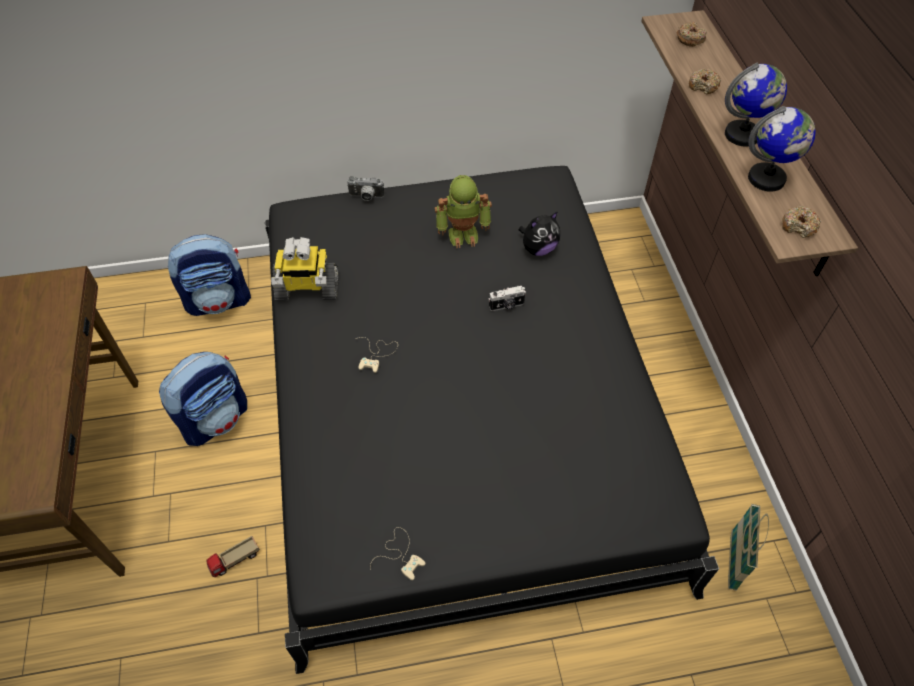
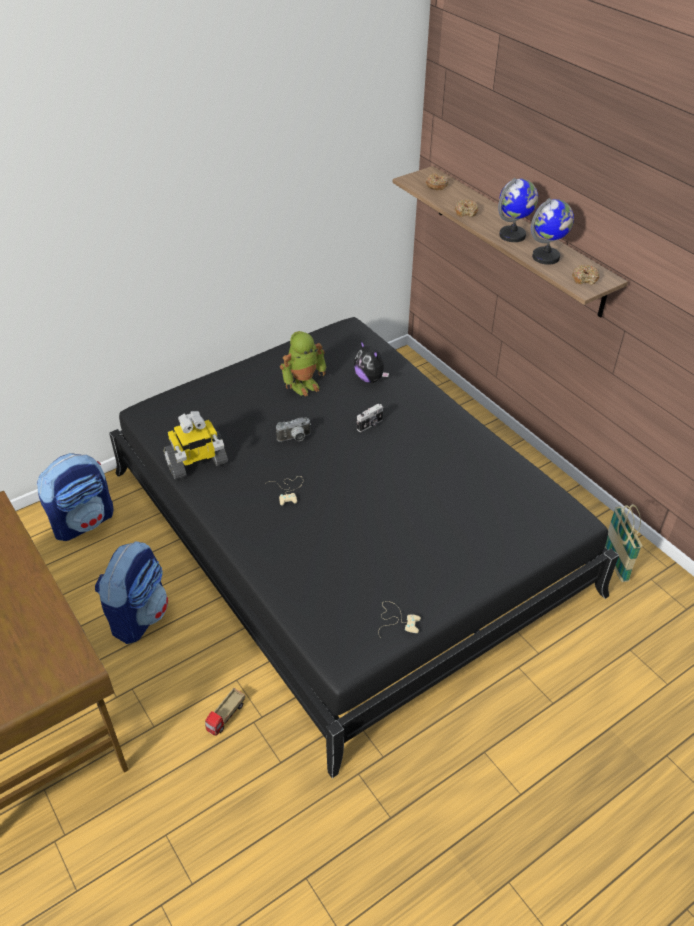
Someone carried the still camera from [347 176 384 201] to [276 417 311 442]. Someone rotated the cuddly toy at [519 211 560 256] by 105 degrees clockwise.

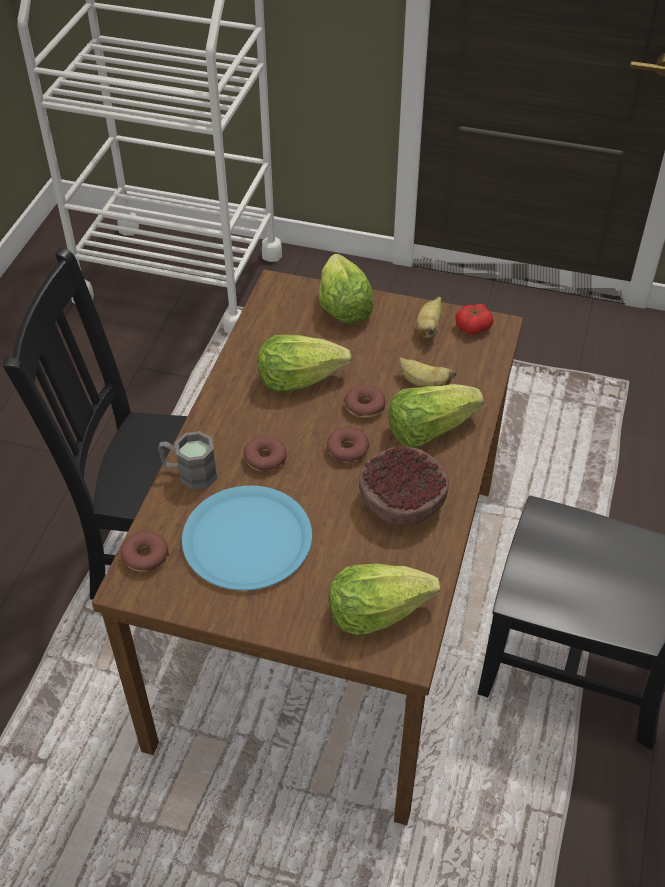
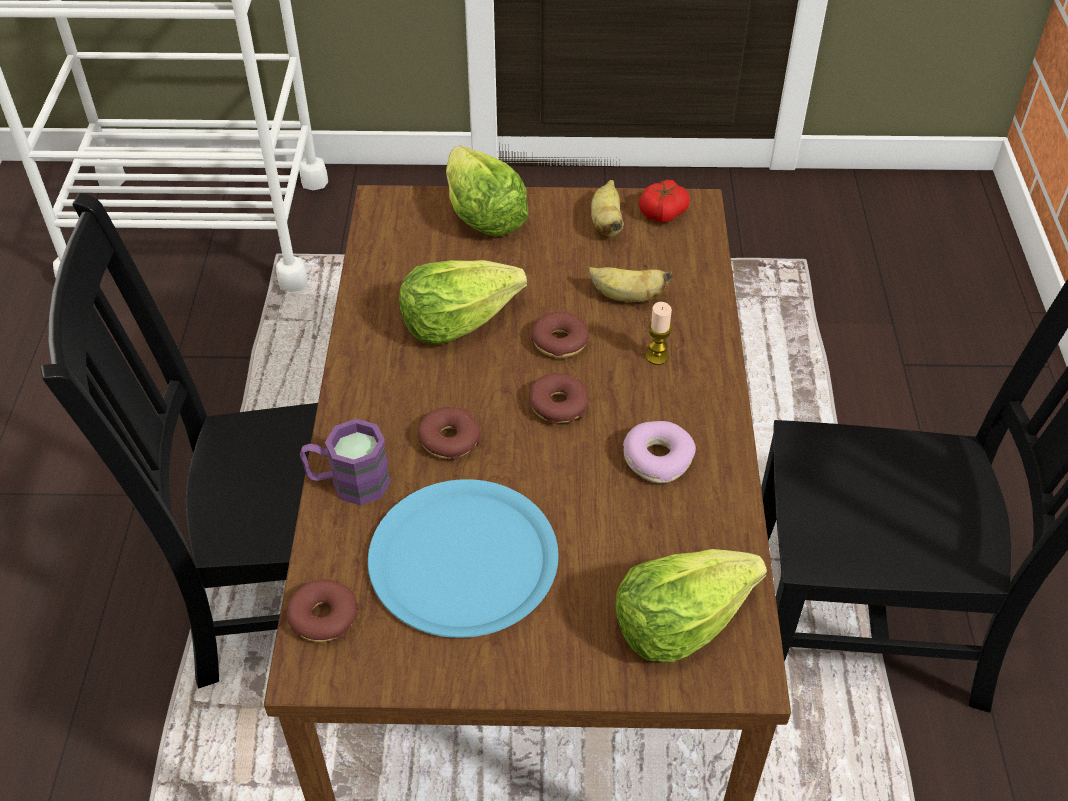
Someone repainted the gray mug at [158 431 217 490], which became the purple mug at [300 419 391 505]. Someone swapped the bowl at [359 446 449 526] for the ring doughnut at [623 421 696 484]. Someone swapped the lettuce head at [388 384 484 448] for the wax candle at [646 302 672 365].

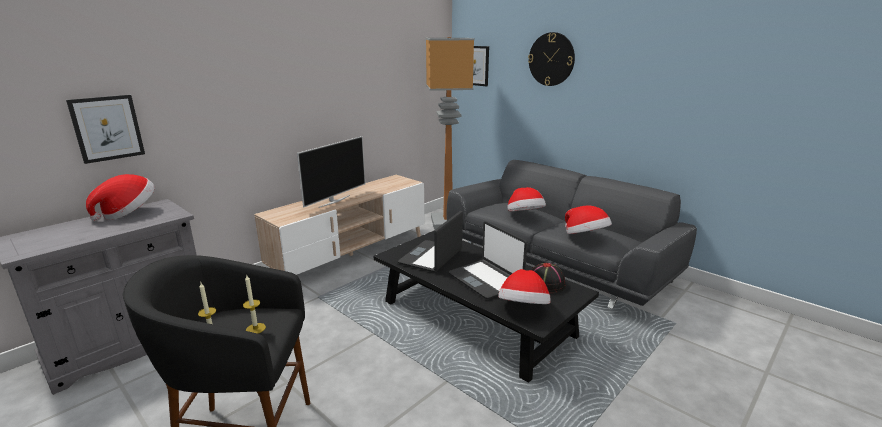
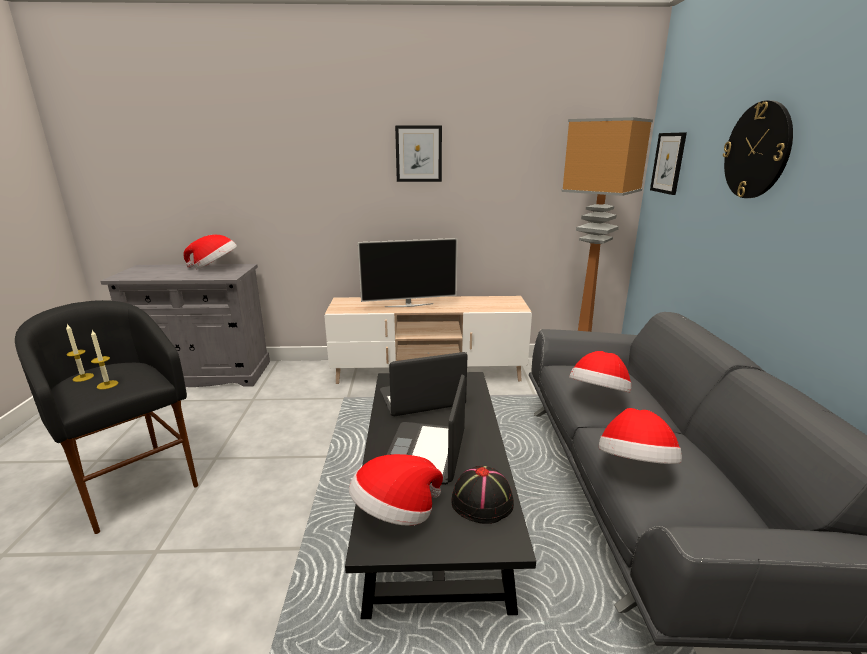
Someone carried the picture from [66 95 145 164] to [395 126 442 182].

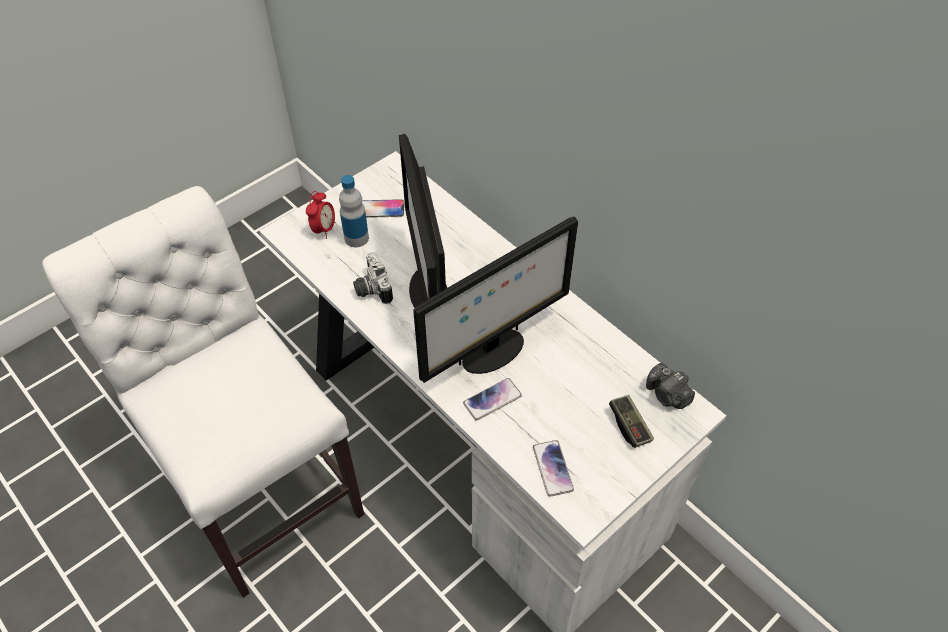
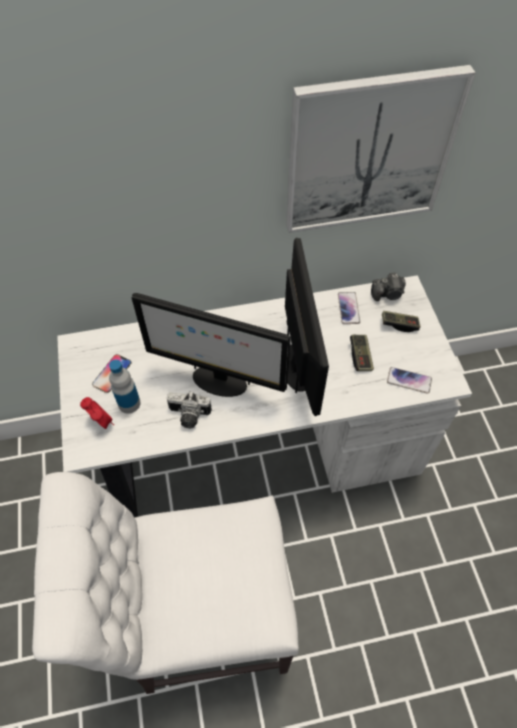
Someone put up the picture at [286 65 476 233]. Someone carried the handset from [463 378 522 420] to [338 292 360 324]. Someone put down the joypad at [350 335 374 371].

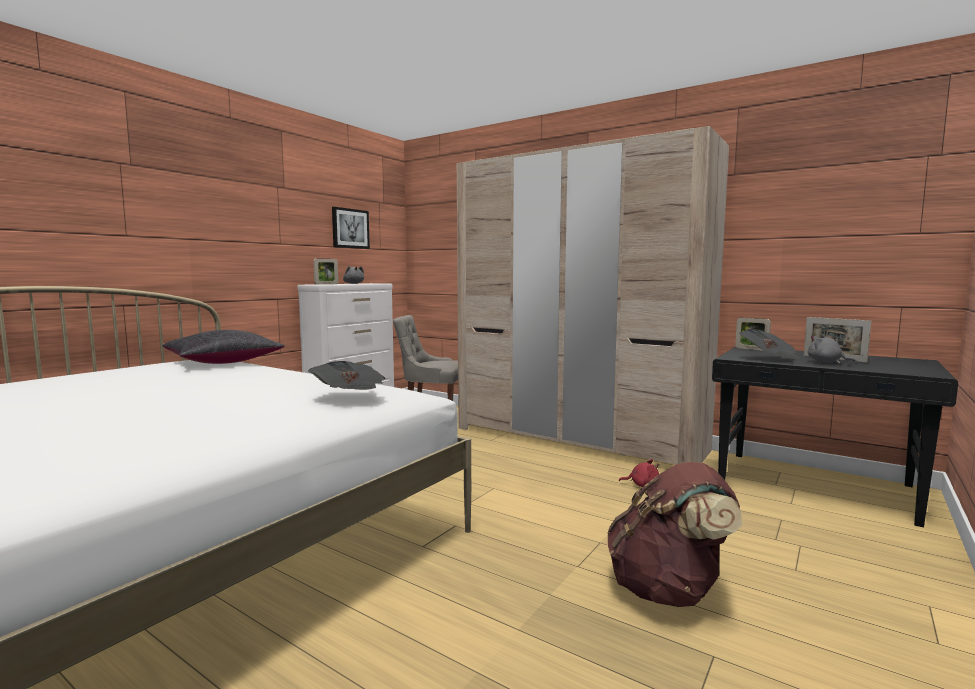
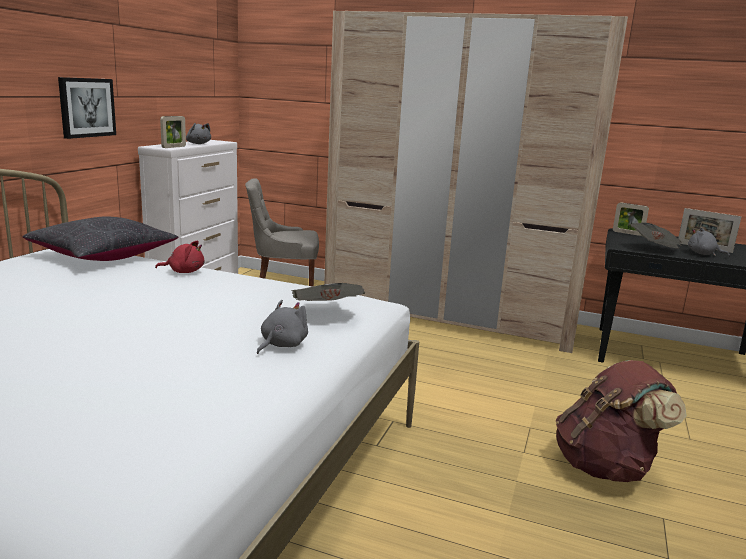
Someone carried the picture from [332 207 370 249] to [58 77 116 139]. Someone carried the reddish cuddly toy from [619 459 659 487] to [155 240 205 273]. Someone put down the gray cuddly toy at [257 300 308 354].

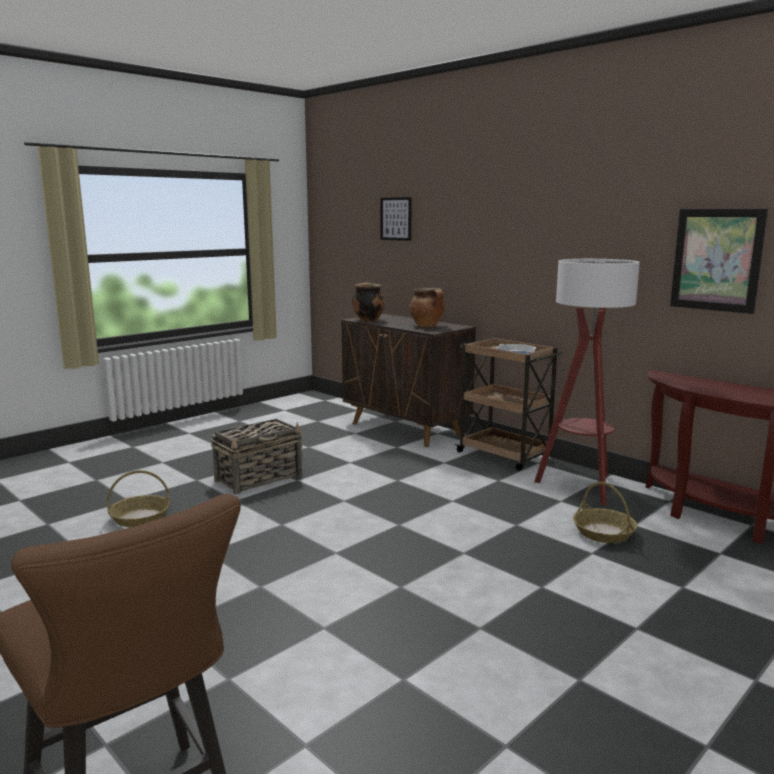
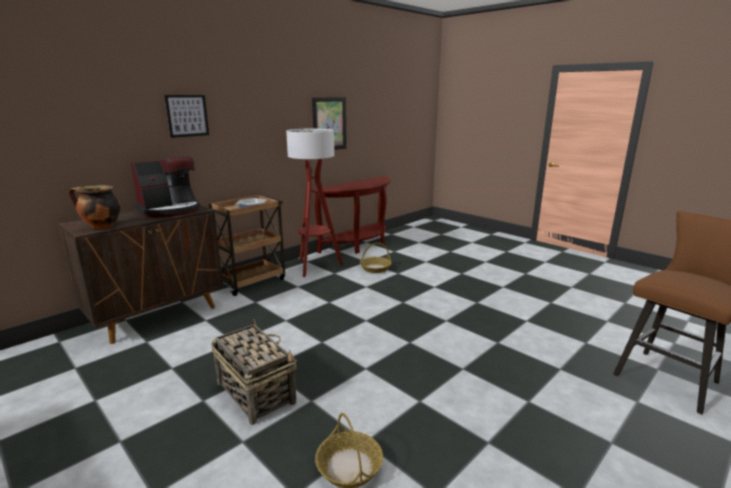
Someone swapped the cooking pot at [410 288 445 327] for the coffee brewer at [130 156 200 217]. Someone carried the picture from [381 197 412 241] to [164 95 209 138].

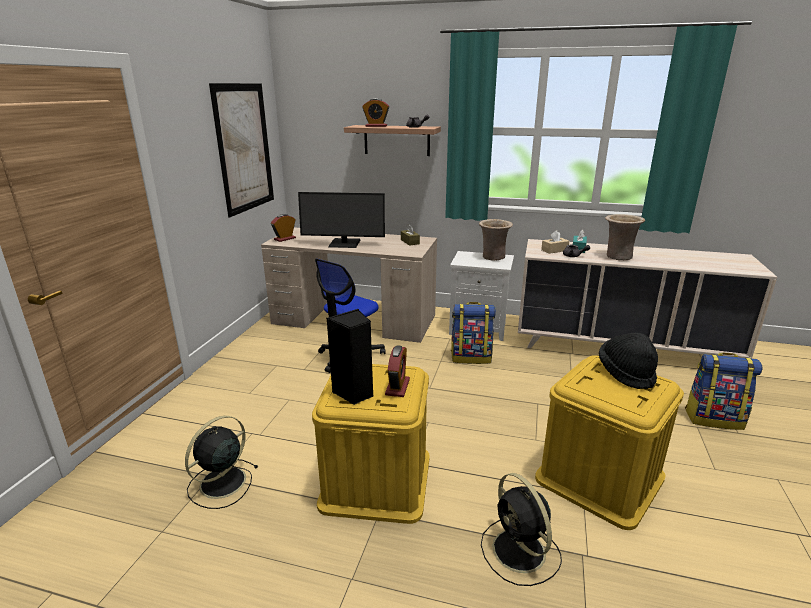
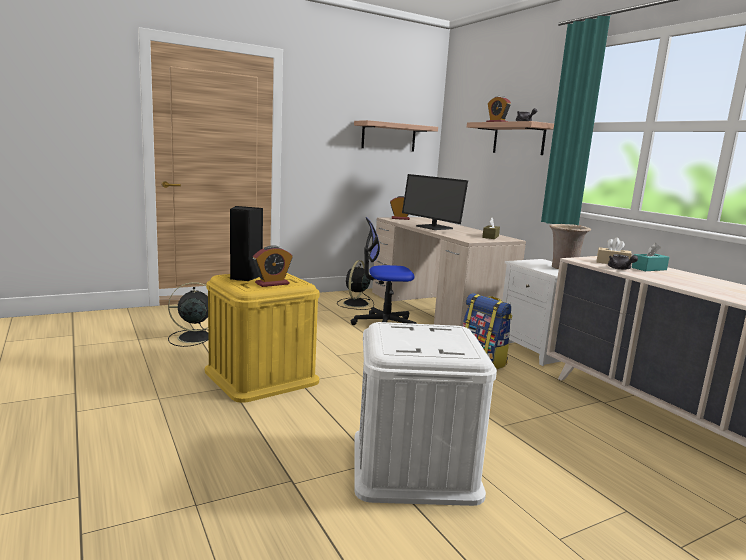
Someone carried the blackish electric fan from [481 473 562 586] to [337 260 374 310]. Someone swapped the picture at [209 83 274 218] for the shelf at [354 120 438 152]. Someone repainted the yellow storage container at [535 355 684 530], which became the white storage container at [354 322 497 506]. Someone took away the blackish hat at [599 333 658 389]. Someone took away the beige vase at [605 214 645 260]. Someone took away the backpack at [685 352 762 430].

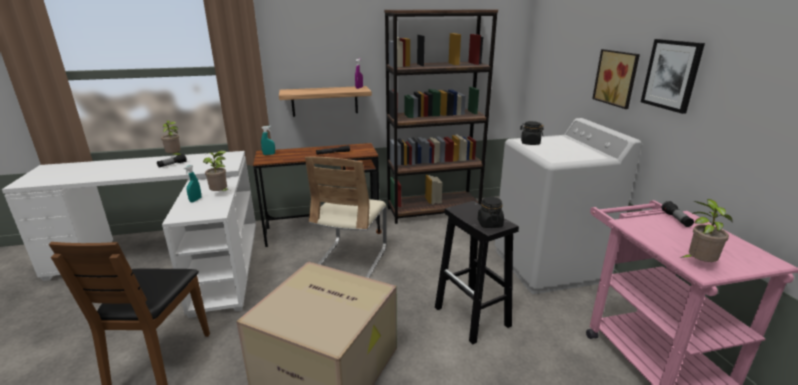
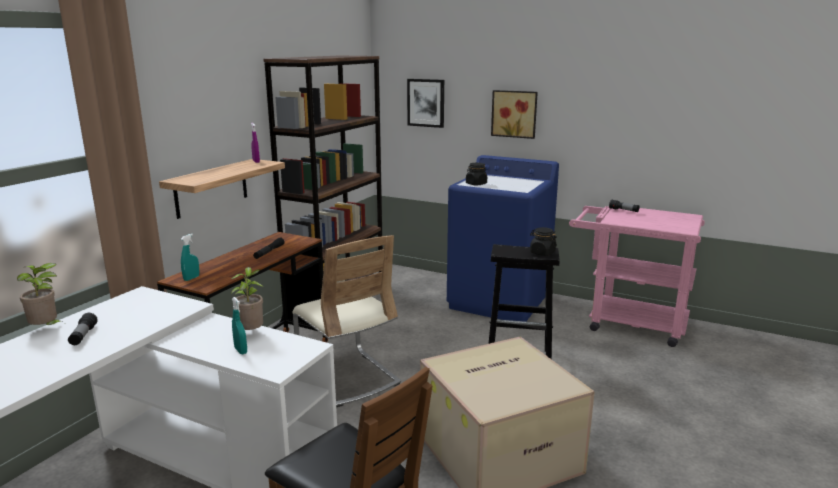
Someone carried the picture from [641 39 705 114] to [407 79 444 128]. Someone repainted the white washing machine at [495 118 642 294], which became the blue-coloured washing machine at [447 155 559 322]. Someone took away the potted plant at [680 199 732 262].

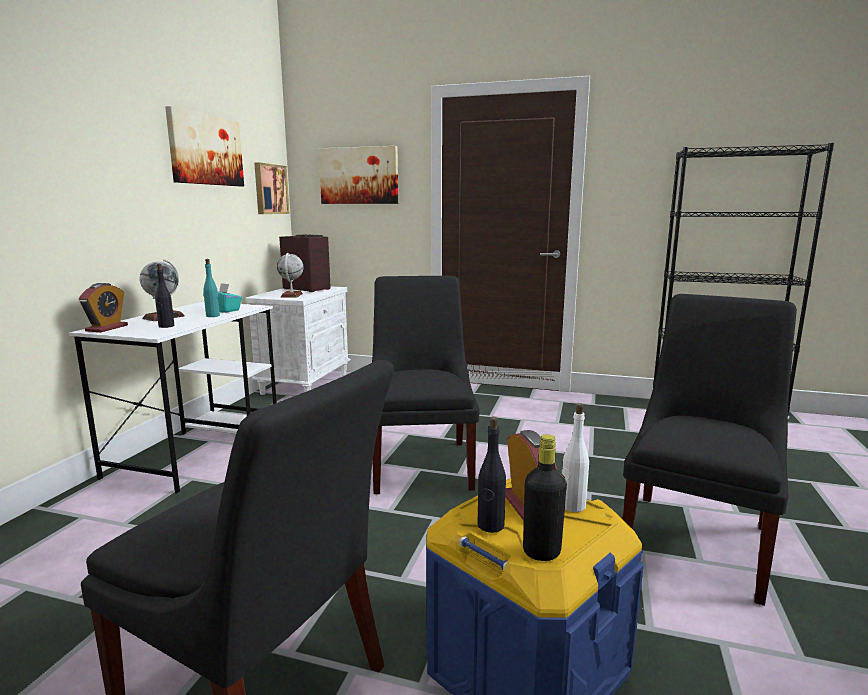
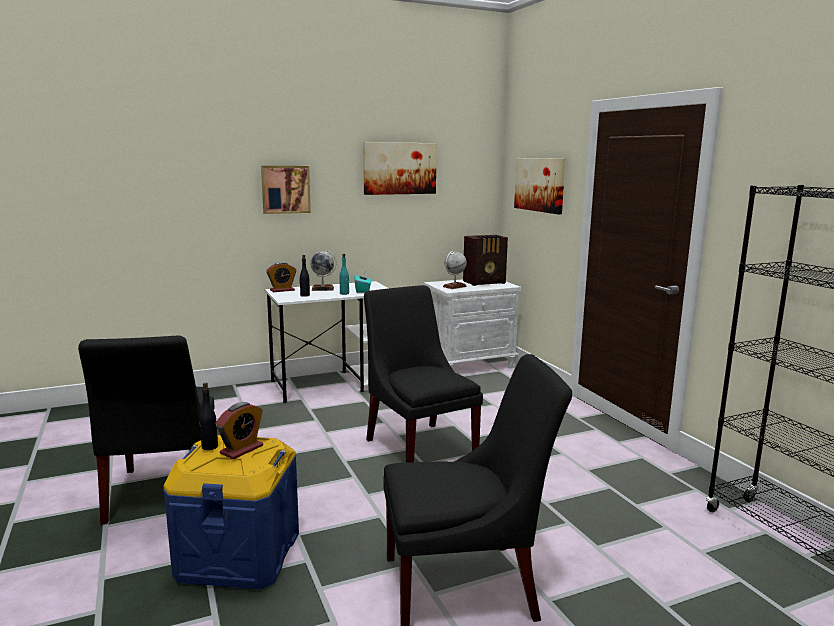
Someone carried the picture from [254 162 290 214] to [261 166 311 214]. Someone rotated the blackish plain chair at [372 276 479 494] by 75 degrees counterclockwise. Someone rotated the radio set at [279 234 331 292] by 75 degrees clockwise. Someone took away the blackish beverage bottle at [523 434 567 561]. Someone took away the white beverage bottle at [562 403 589 512].

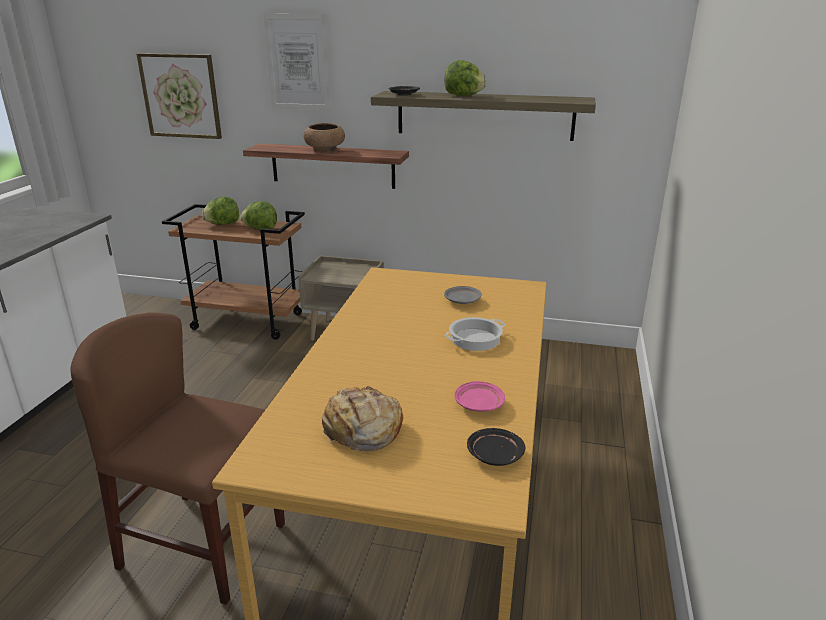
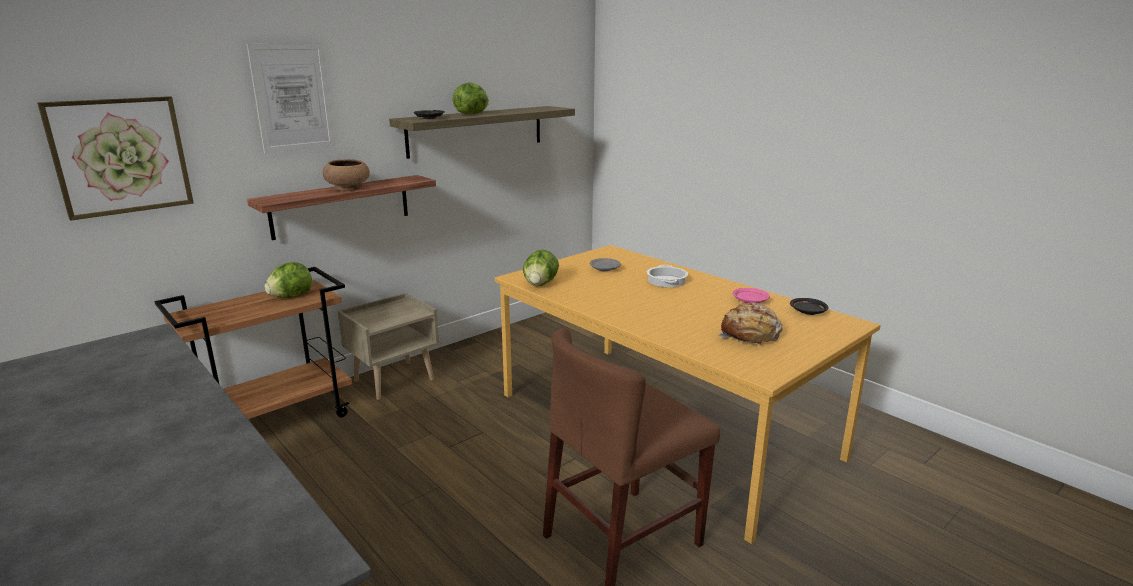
Someone carried the lettuce head from [202 196 239 225] to [523 250 559 286].

